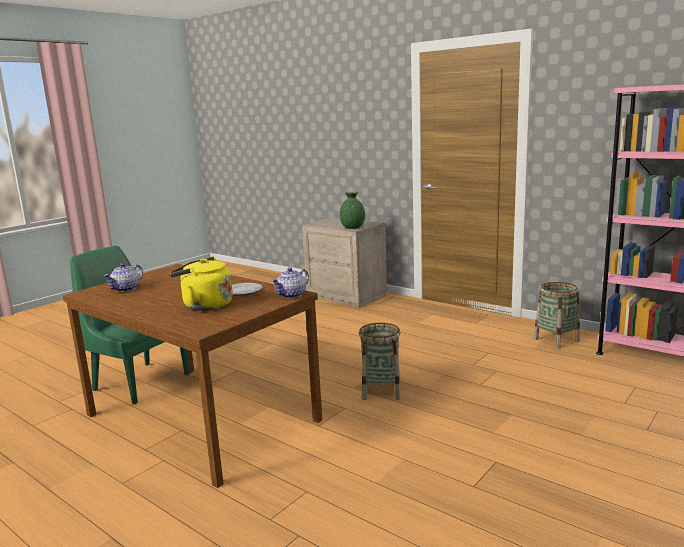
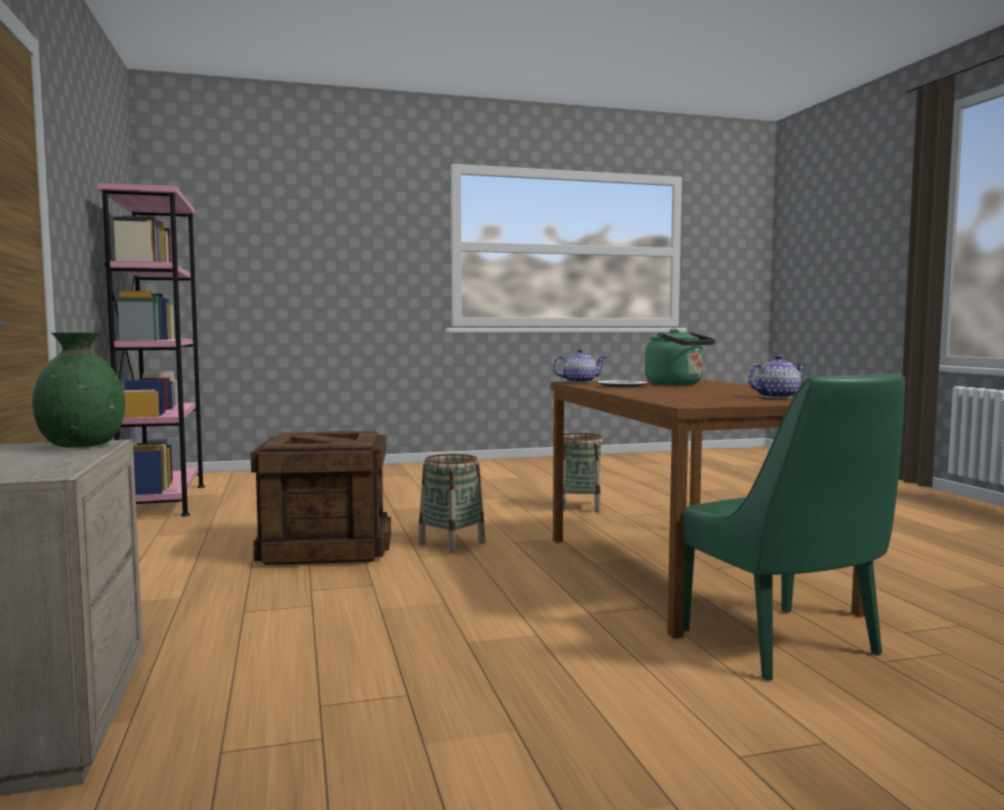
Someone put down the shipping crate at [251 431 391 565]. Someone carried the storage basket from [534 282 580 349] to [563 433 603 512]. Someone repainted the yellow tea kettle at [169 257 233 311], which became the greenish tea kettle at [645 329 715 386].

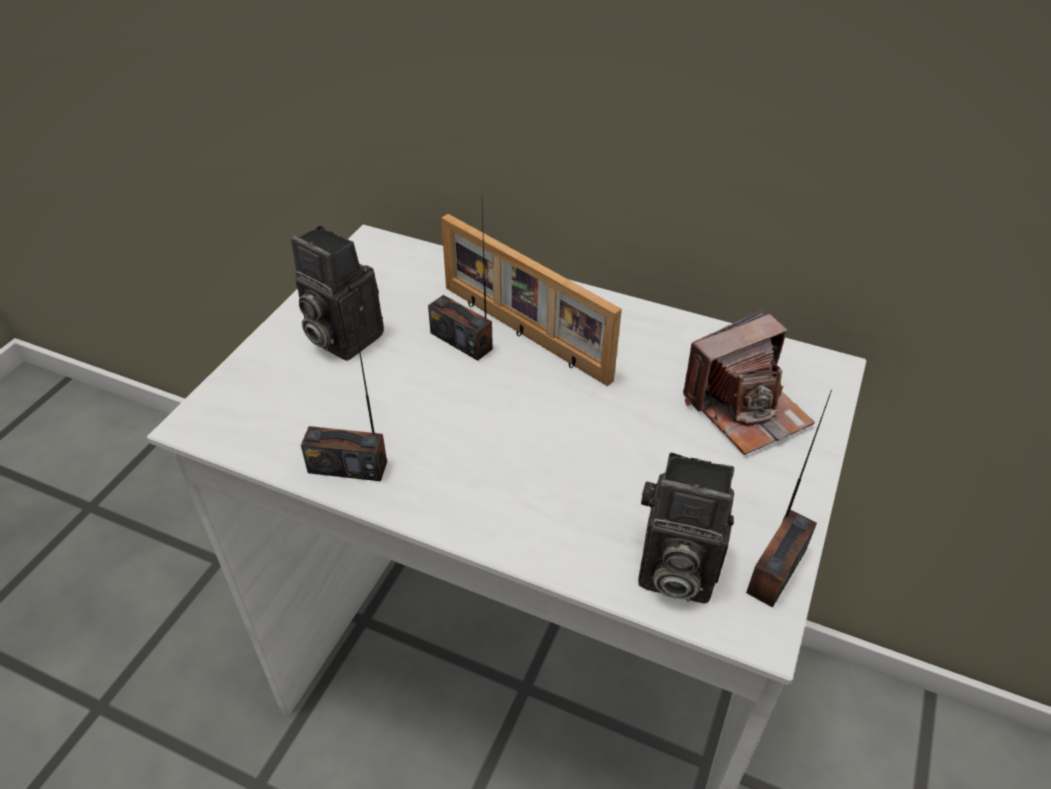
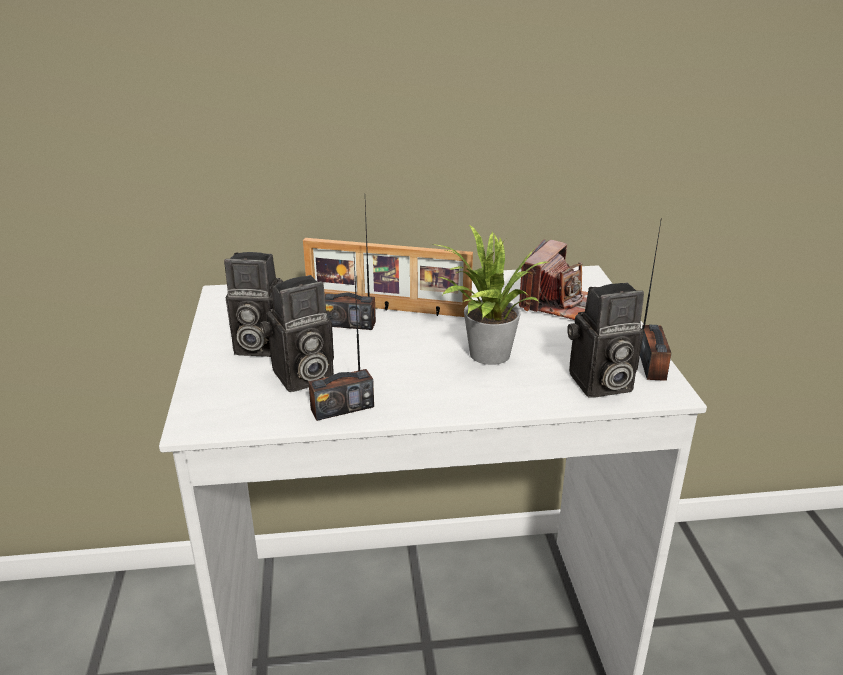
Someone put down the still camera at [260 275 334 392]. Someone put down the potted plant at [432 225 548 365].

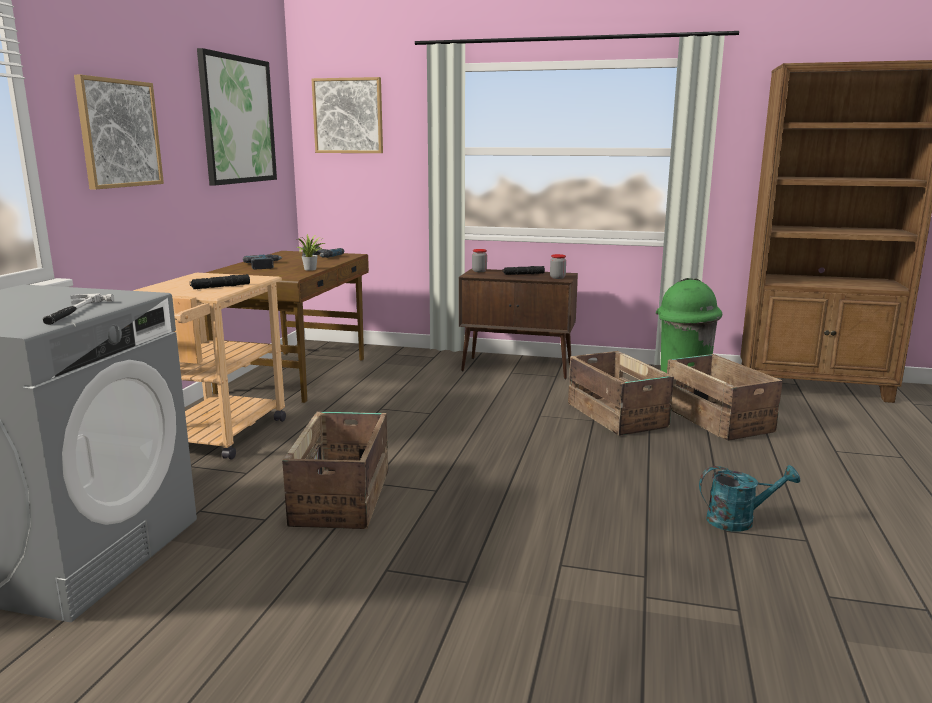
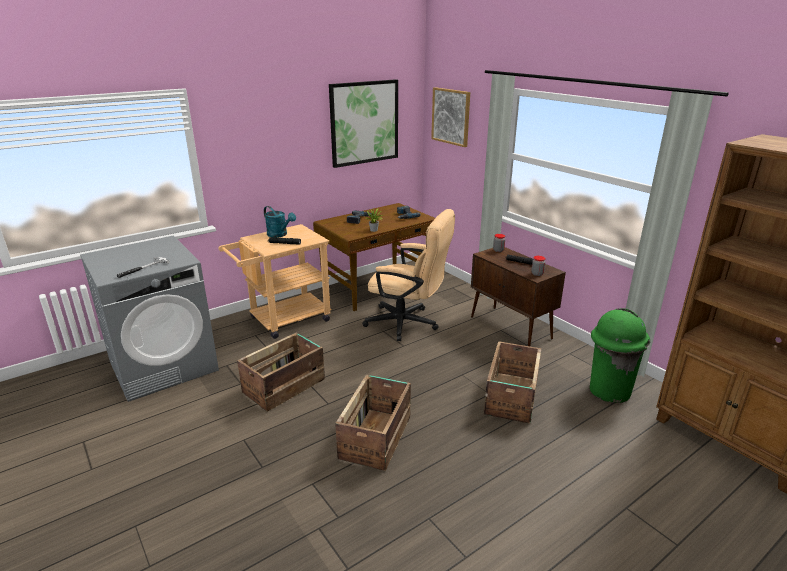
Someone carried the turquoise-coloured watering can from [699 465 800 531] to [264 206 296 238]. Someone carried the shipping crate from [667 354 783 441] to [335 375 411 471]. Someone put down the beige office chair at [362 209 455 341]. Someone took away the picture at [74 75 164 189].

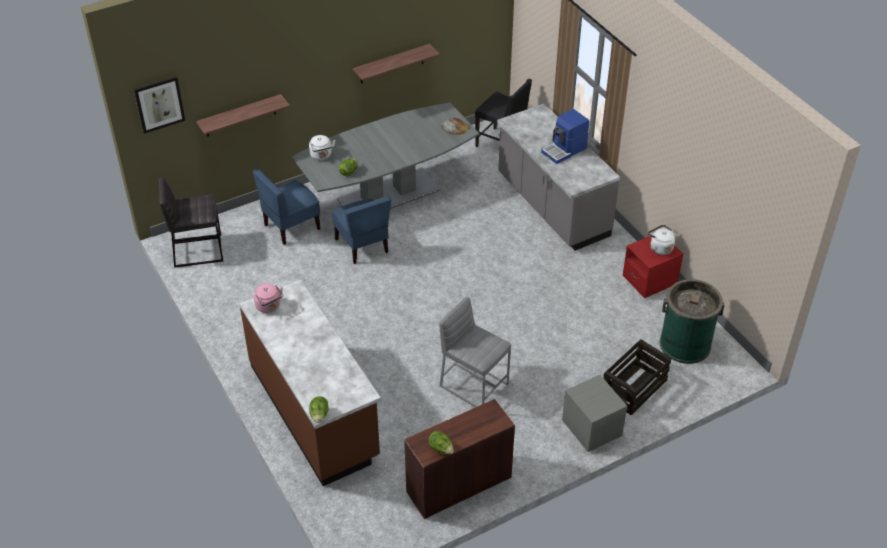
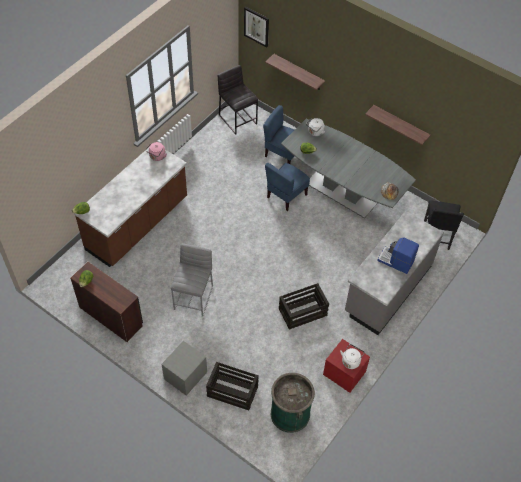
Someone put down the shipping crate at [279 283 329 330].

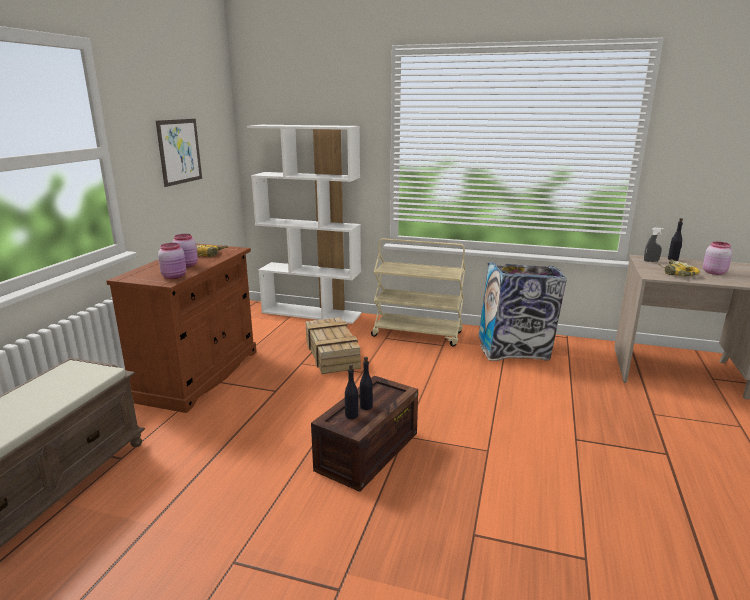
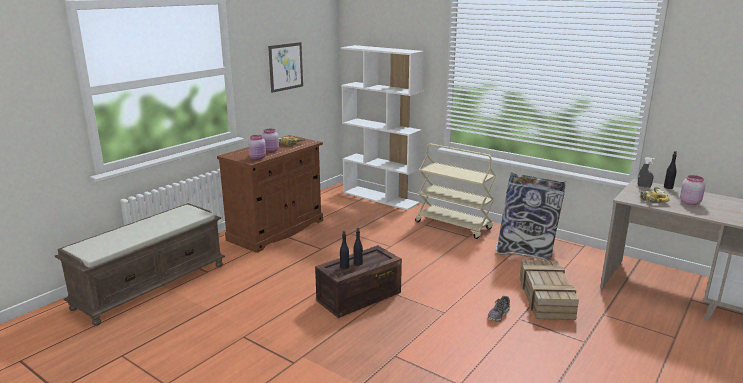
Someone put down the shoe at [488 296 510 322]. Someone carried the shipping crate from [306 317 361 374] to [520 260 579 320].

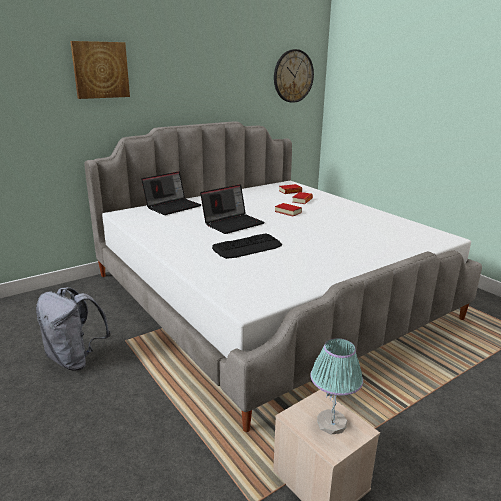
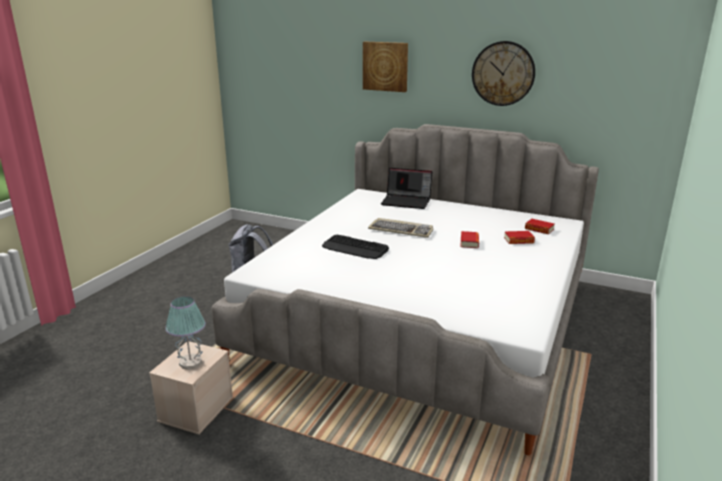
Someone swapped the portable computer at [200 184 265 234] for the PC keyboard at [368 218 434 238]. Someone carried the clock on the wall from [274 49 314 103] to [472 41 535 106].

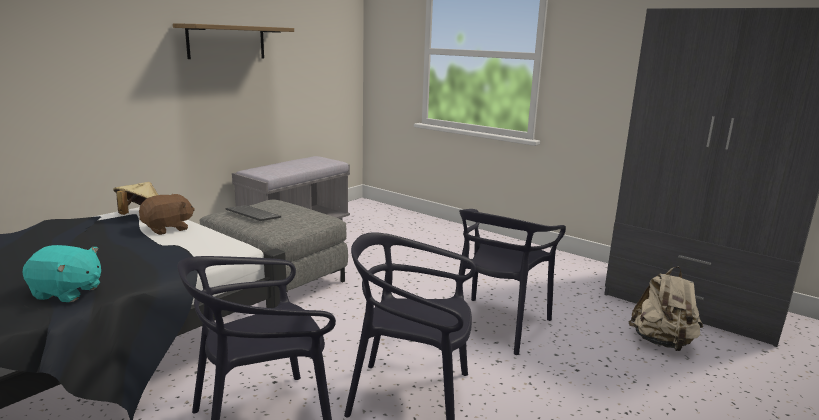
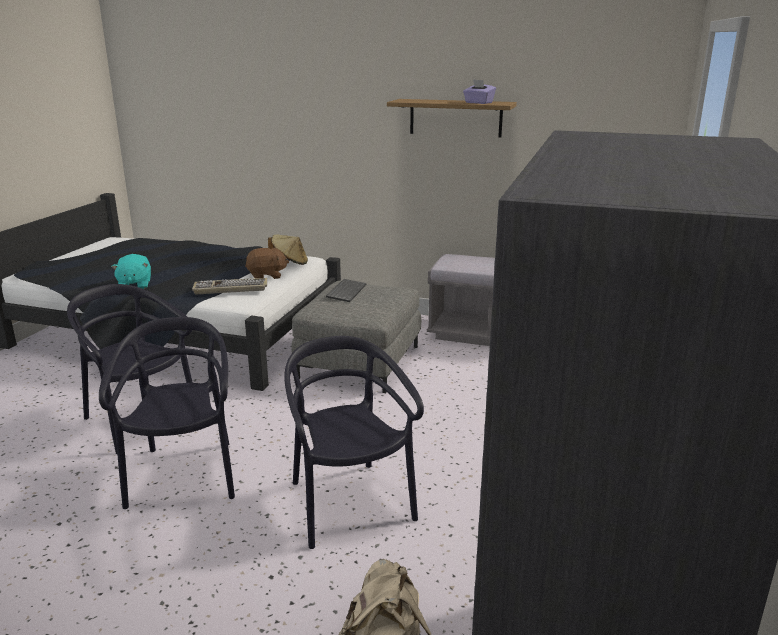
Someone put down the PC keyboard at [192 278 267 294]. Someone rotated the brown cuddly toy at [139 194 195 235] by 45 degrees counterclockwise. Someone rotated the blackish plain chair at [458 209 566 355] by 60 degrees clockwise. Someone put down the purple box of tissues at [463 79 496 104].

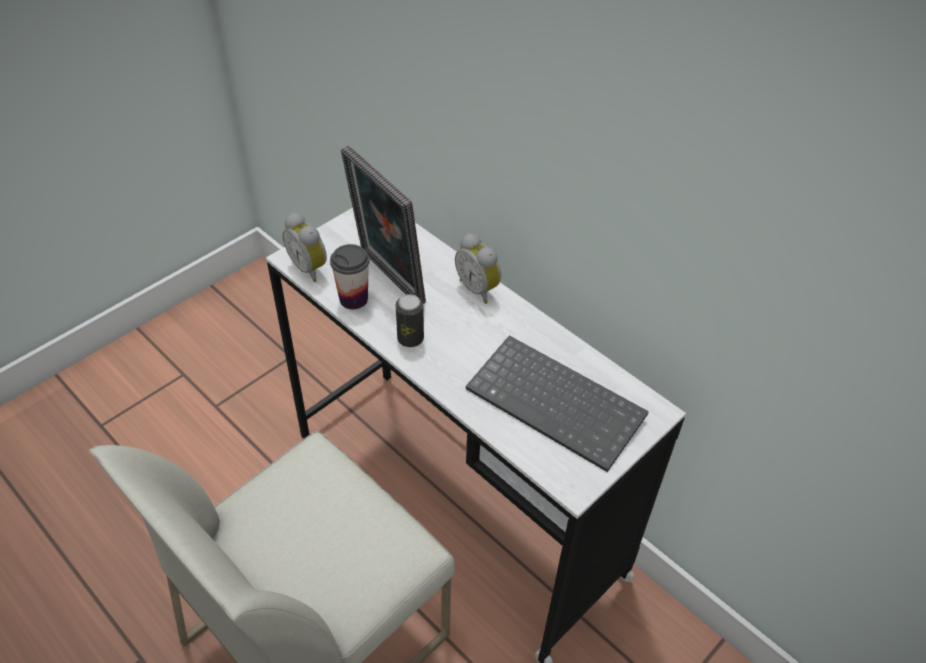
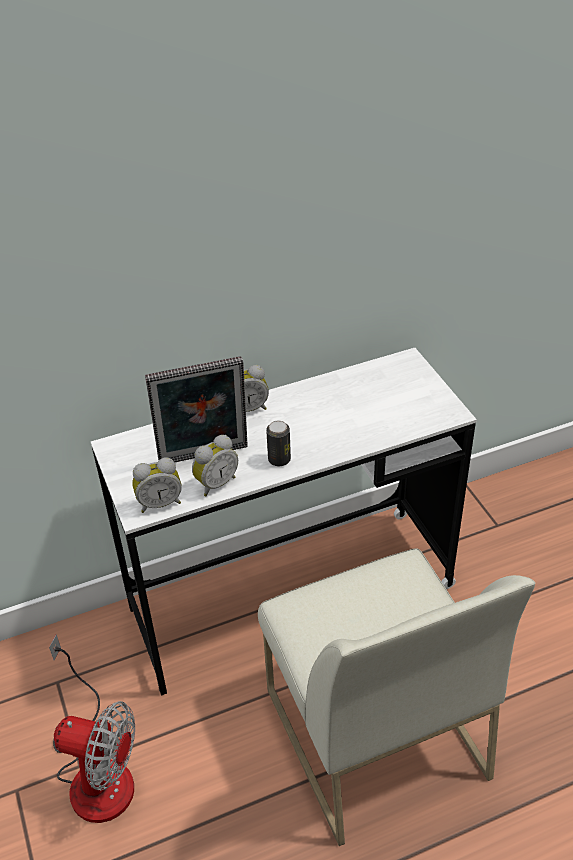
Someone put down the electric fan at [49 634 135 823]. Someone swapped the cup at [330 244 370 309] for the table clock at [192 435 238 496]. Someone took away the PC keyboard at [466 336 649 472].

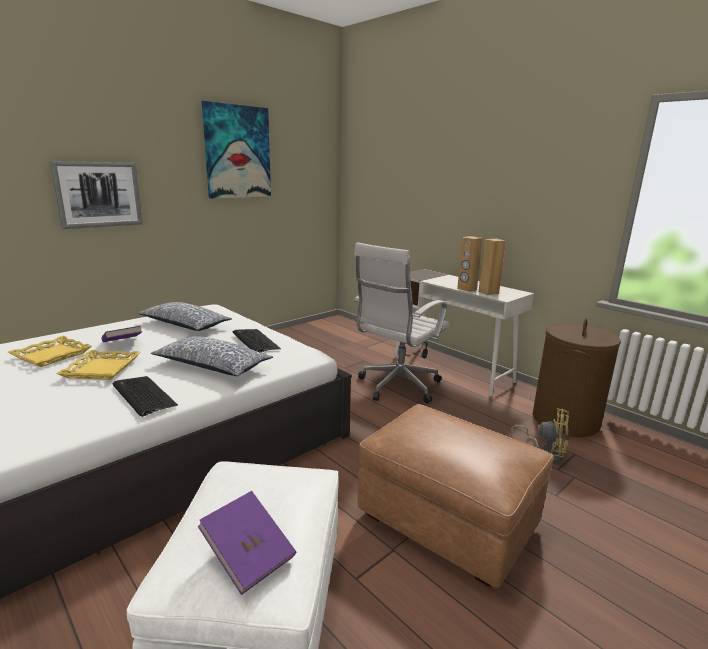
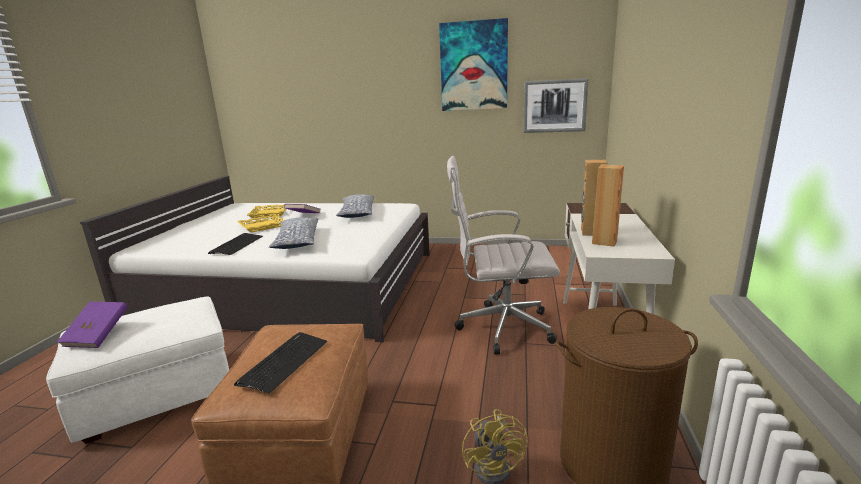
Someone carried the PC keyboard from [233 329 281 352] to [234 332 327 394]. Someone carried the picture from [50 161 143 229] to [523 78 589 133].

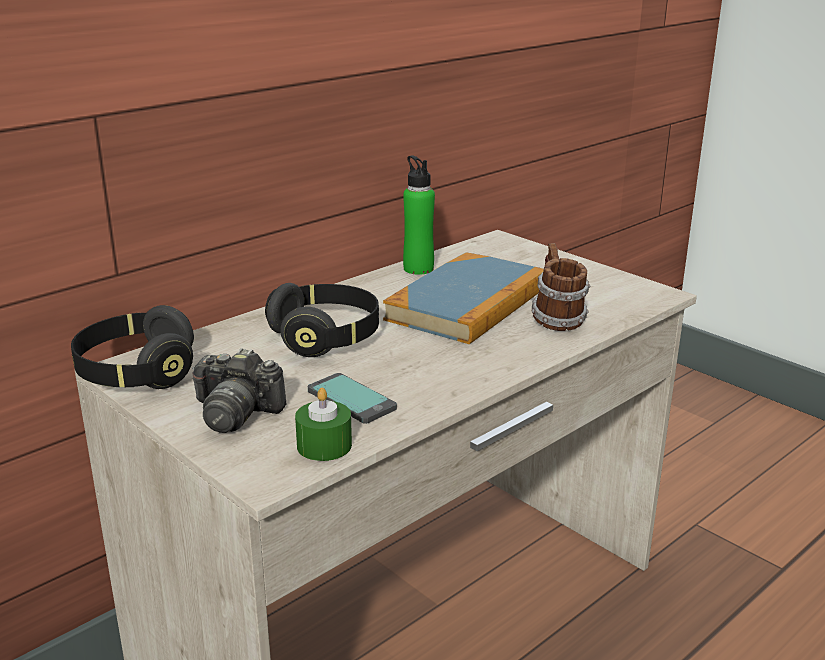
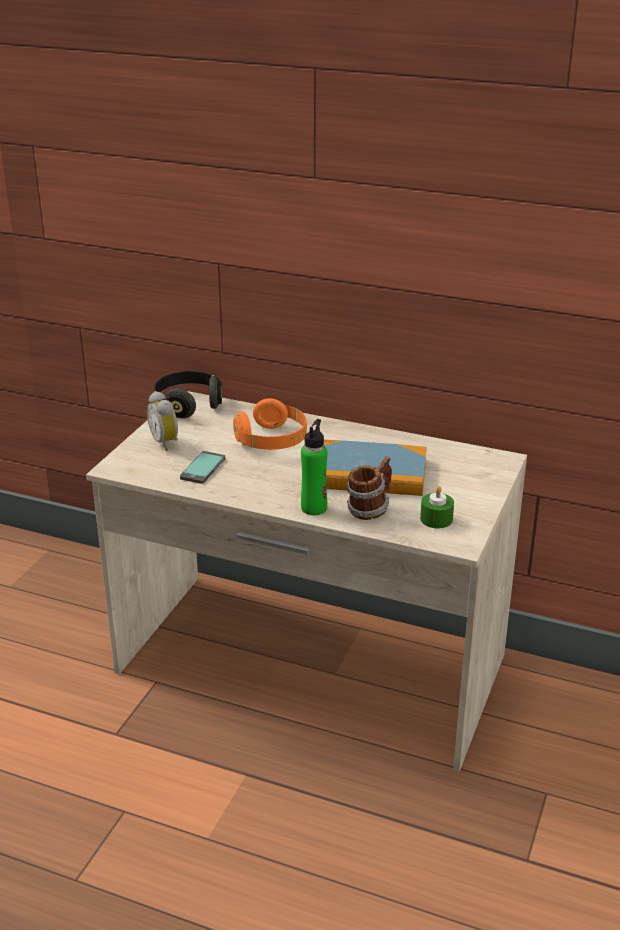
Someone swapped the still camera at [192 348 287 433] for the table clock at [147 391 178 451]. Someone repainted the blackish headset at [265 283 379 357], which became the orangey headset at [233 398 307 450]. Someone carried the greenish beverage bottle from [403 155 435 275] to [301 419 327 515]. Someone carried the greenish wax candle from [295 387 352 461] to [420 486 454 528].

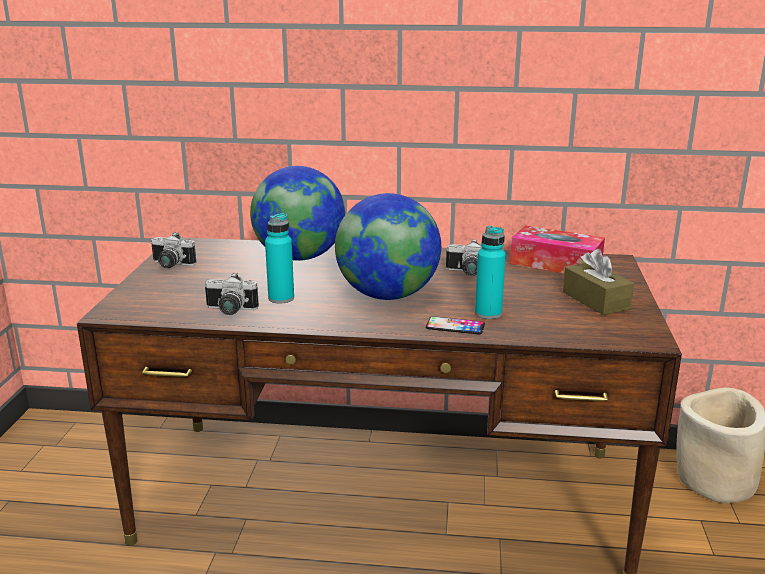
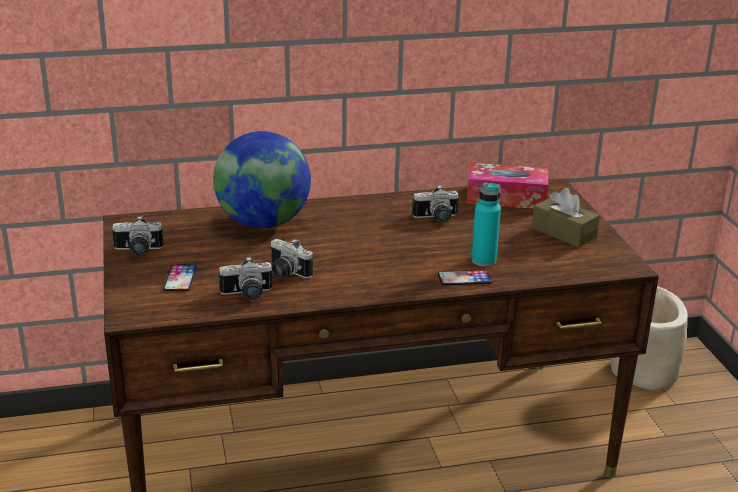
Someone put down the handset at [163 264 197 291]. Someone swapped the turquoise-coloured beverage bottle at [265 213 294 304] for the still camera at [270 239 313 279]. Someone took away the globe at [335 193 441 300].

